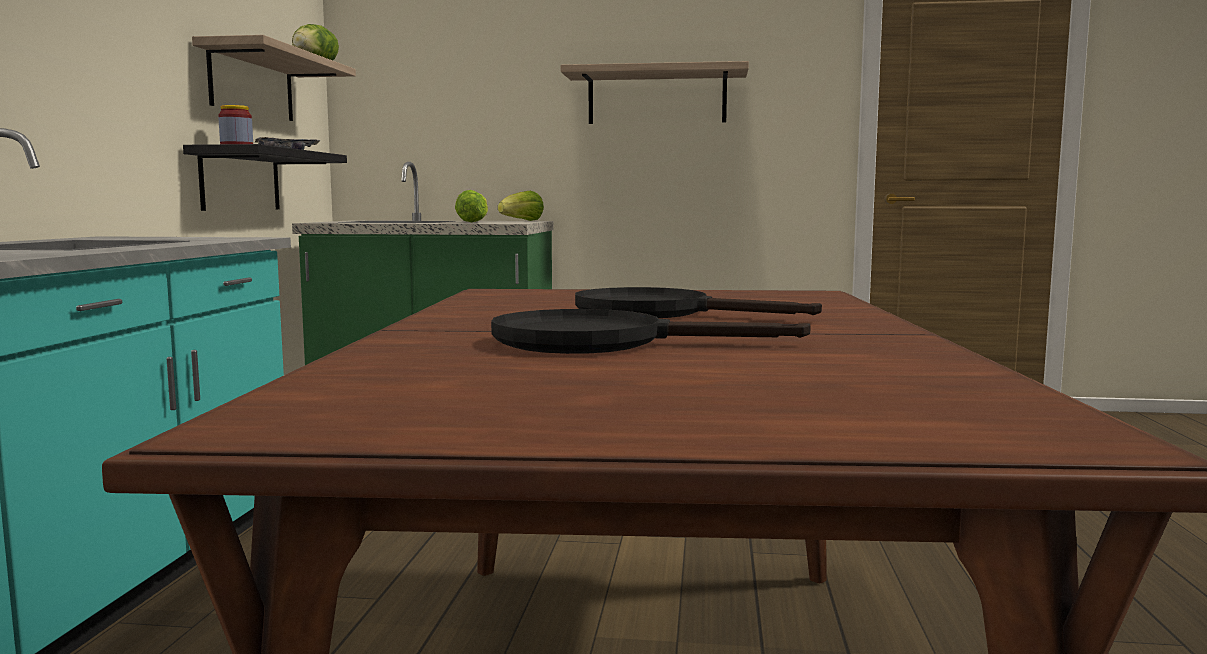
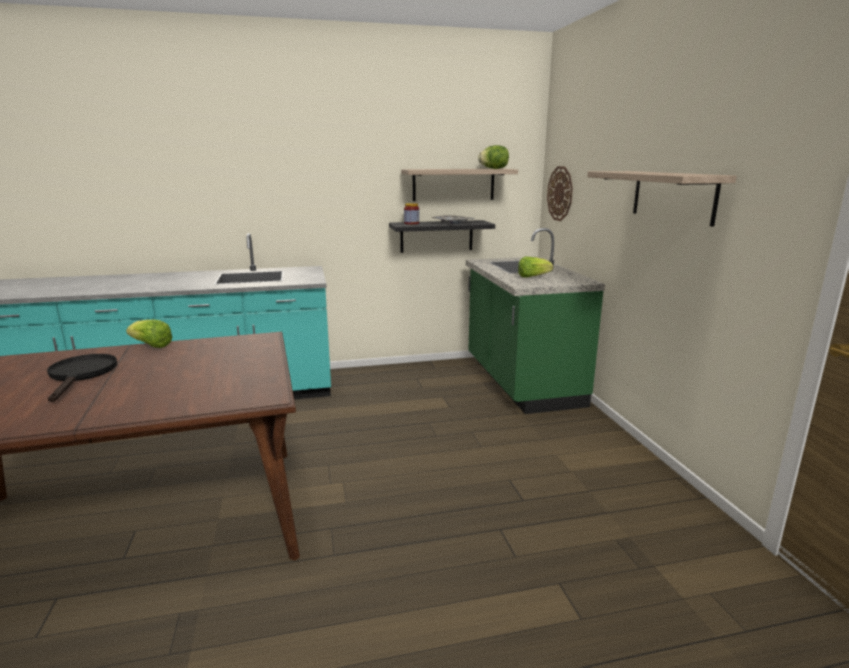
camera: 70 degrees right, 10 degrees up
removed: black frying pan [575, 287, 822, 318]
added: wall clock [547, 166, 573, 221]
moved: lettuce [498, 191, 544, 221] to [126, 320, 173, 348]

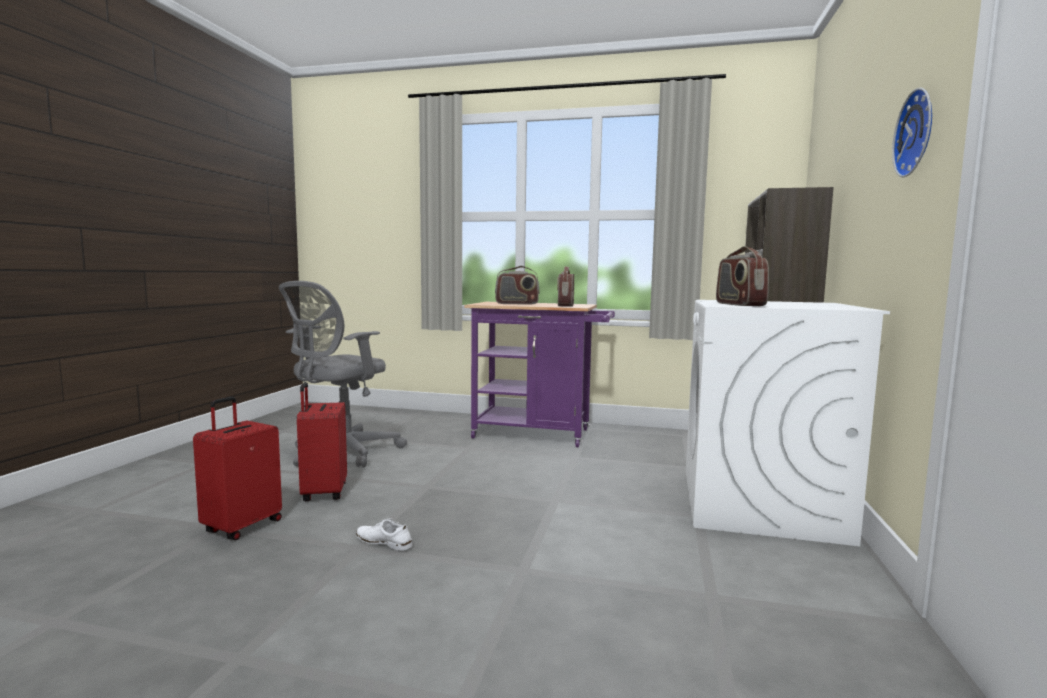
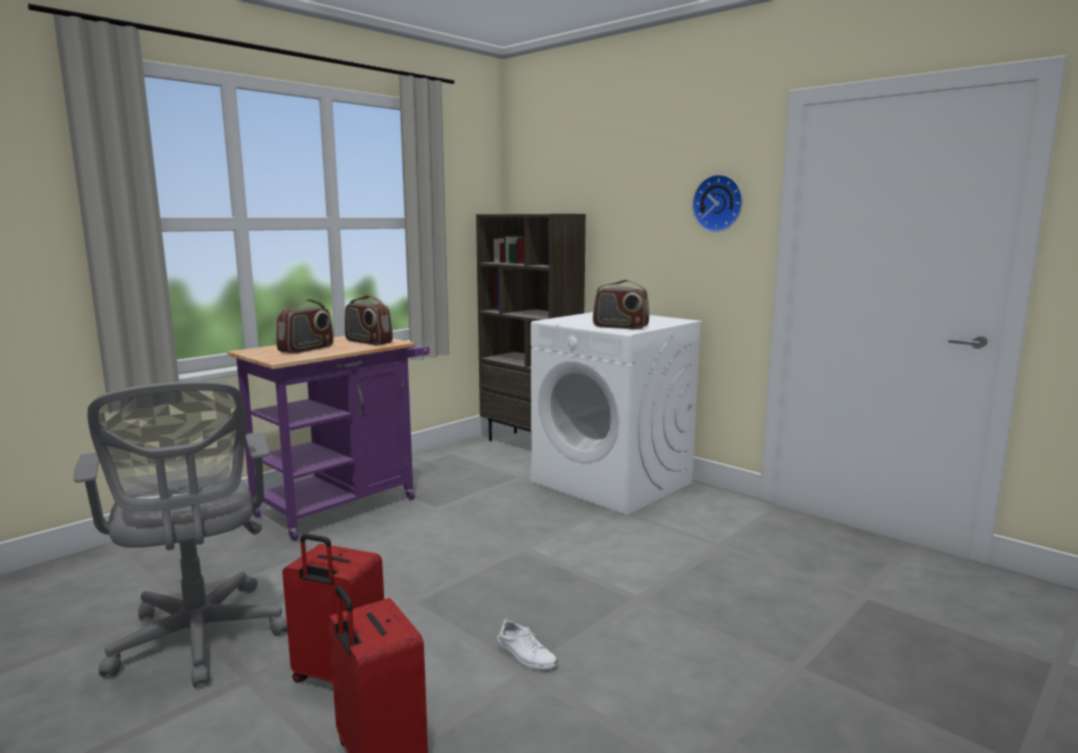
camera: 60 degrees left, 5 degrees up
turned: white shoe [356, 518, 412, 551] = [497, 619, 558, 670] 105 degrees counterclockwise

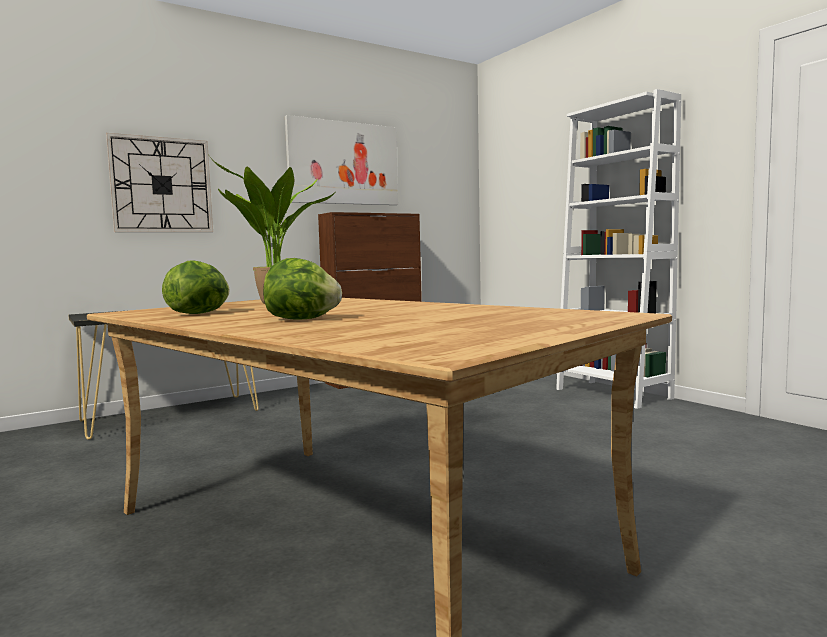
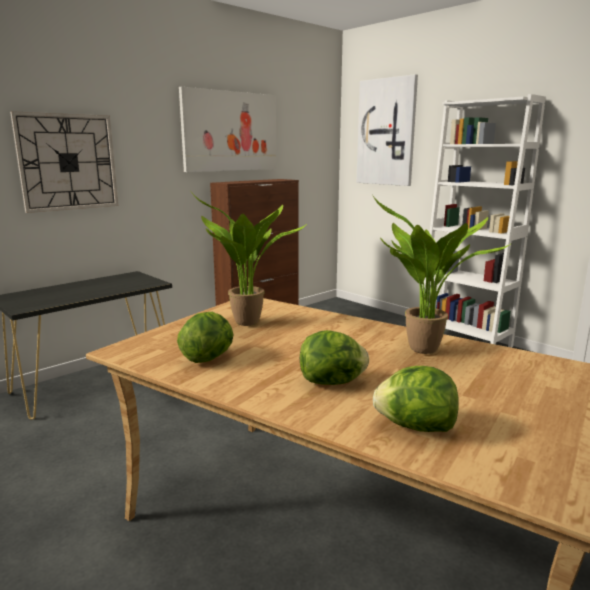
camera: 10 degrees left, 10 degrees up
added: picture [356, 74, 418, 186]; potted plant [372, 195, 512, 354]; lettuce [373, 366, 459, 432]

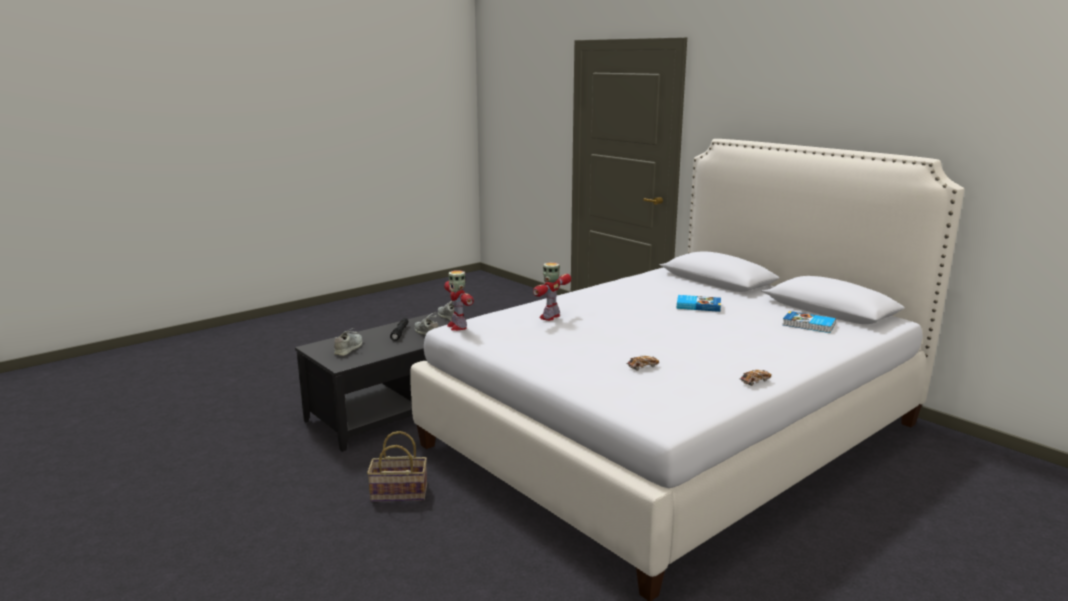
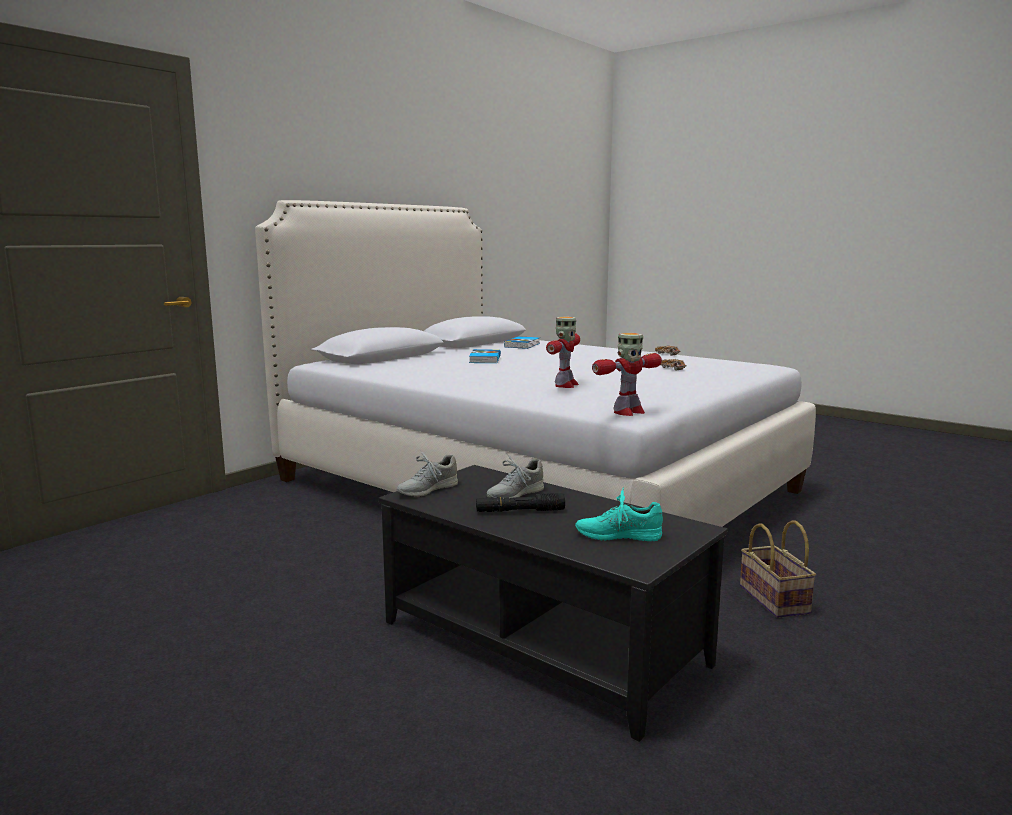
camera: 100 degrees left, 5 degrees down
recoloured: grey shoe [334, 328, 362, 356] to turquoise shoe [575, 487, 663, 541]
turned: toy robot [533, 263, 571, 321] = [546, 317, 580, 388] 90 degrees counterclockwise

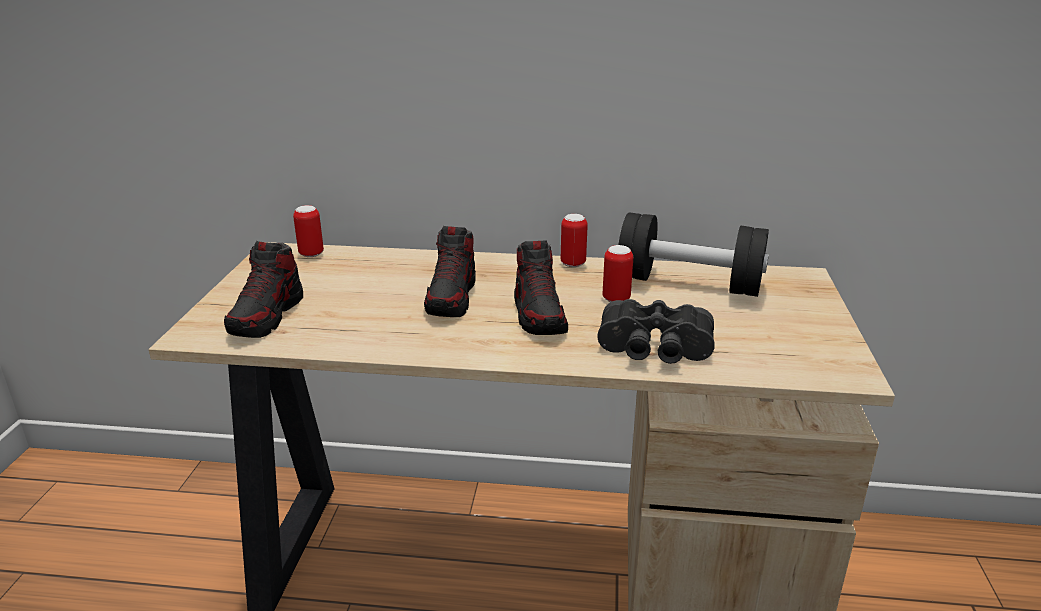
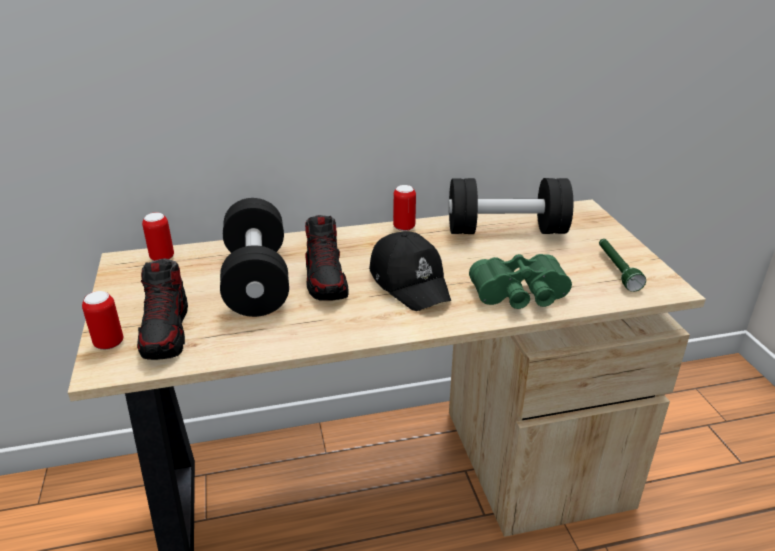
camera: 20 degrees left, 5 degrees up
added: black dumbbell [220, 198, 289, 317]; green flashlight [599, 239, 646, 292]
moved: can [602, 245, 633, 302] to [82, 291, 123, 350]
replaced: shoe [514, 240, 568, 335] to black cap [369, 231, 451, 311]
recoloured: black binoculars [597, 299, 715, 364] to green binoculars [469, 254, 572, 309]

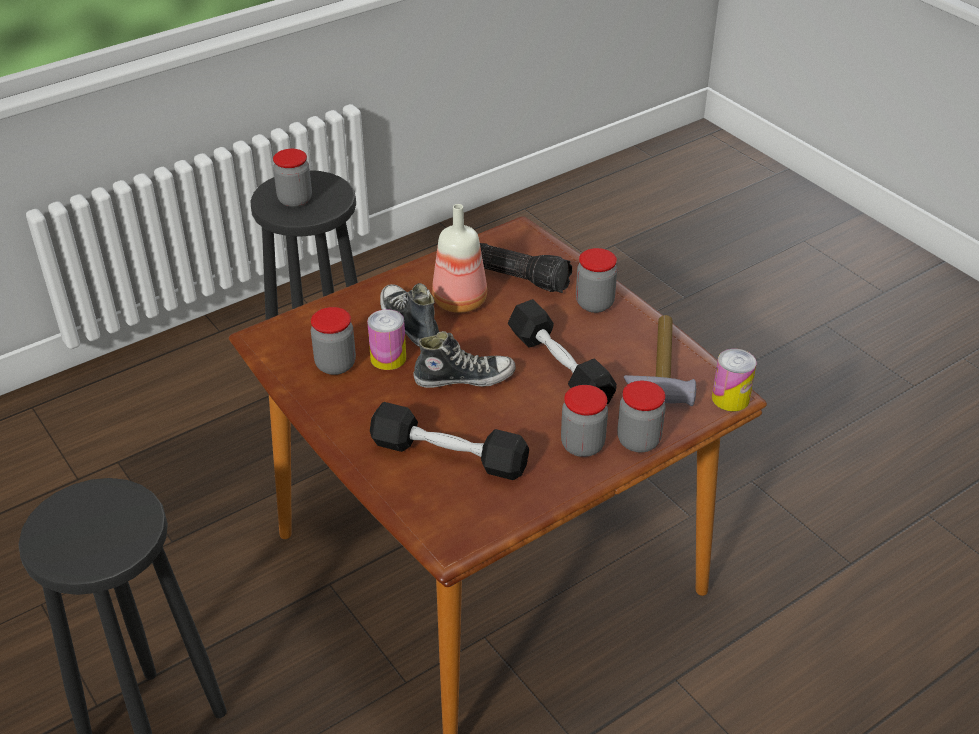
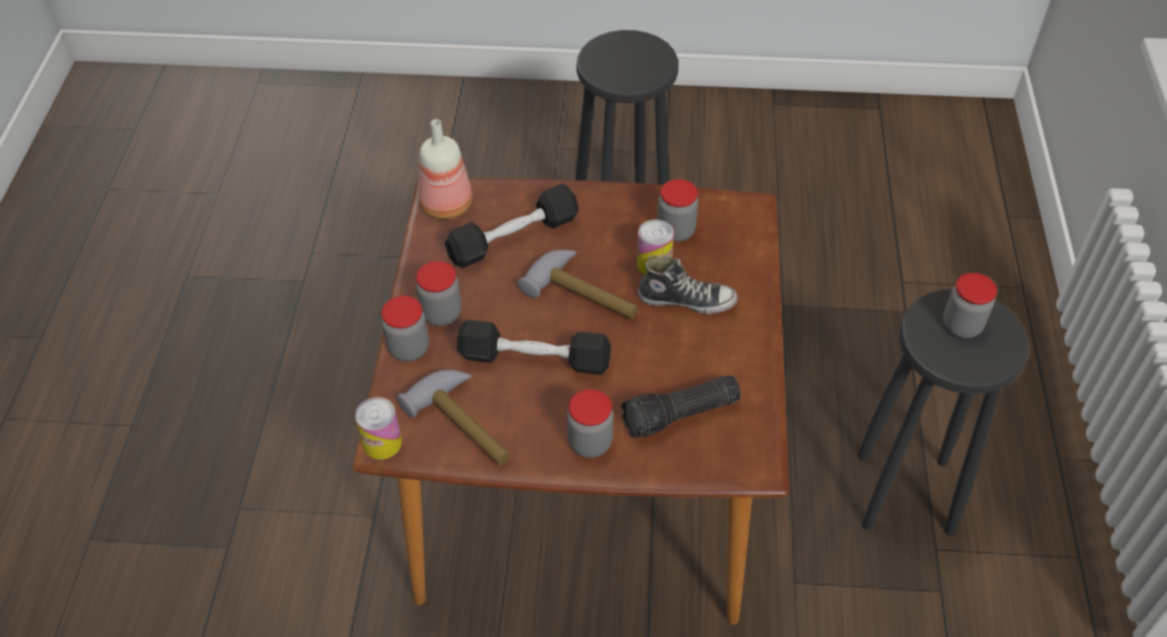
camera: 130 degrees right, 10 degrees up
moved: bottle [432, 204, 487, 313] to [418, 119, 472, 219]
replaced: shoe [413, 331, 516, 388] to hammer [517, 250, 638, 319]

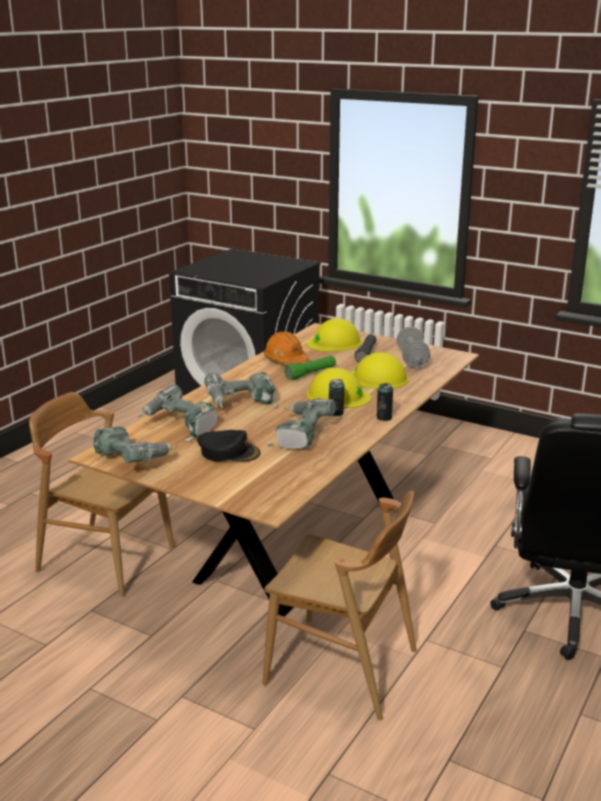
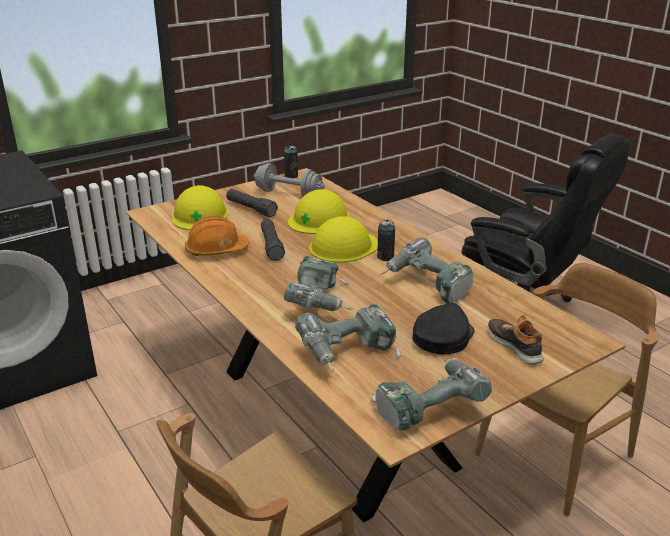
camera: 65 degrees left, 5 degrees up
added: shoe [488, 315, 544, 365]
moved: can [377, 383, 393, 421] to [284, 146, 298, 178]
recoloured: green flashlight [284, 356, 336, 380] to black flashlight [261, 219, 285, 261]

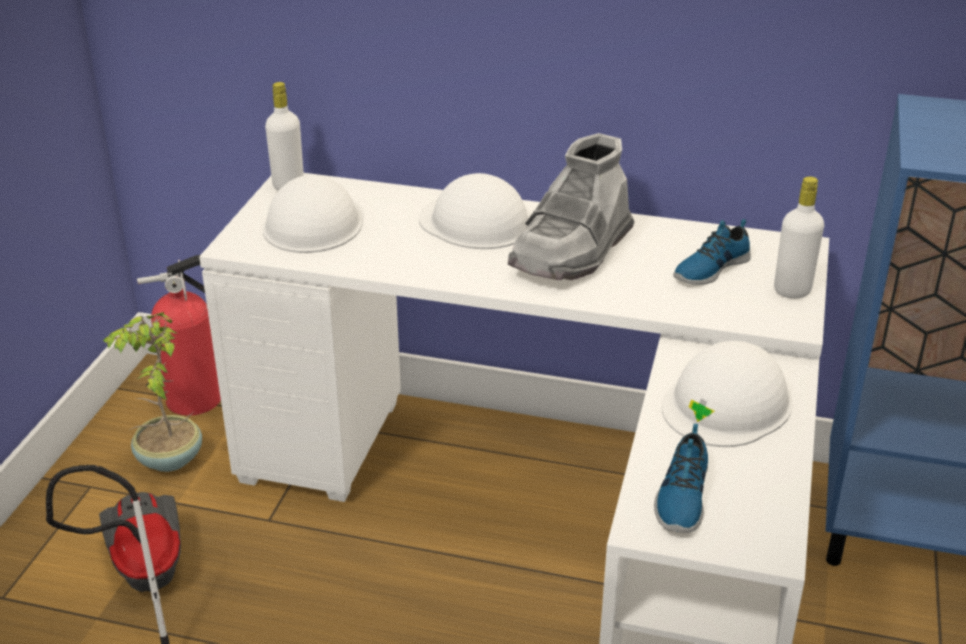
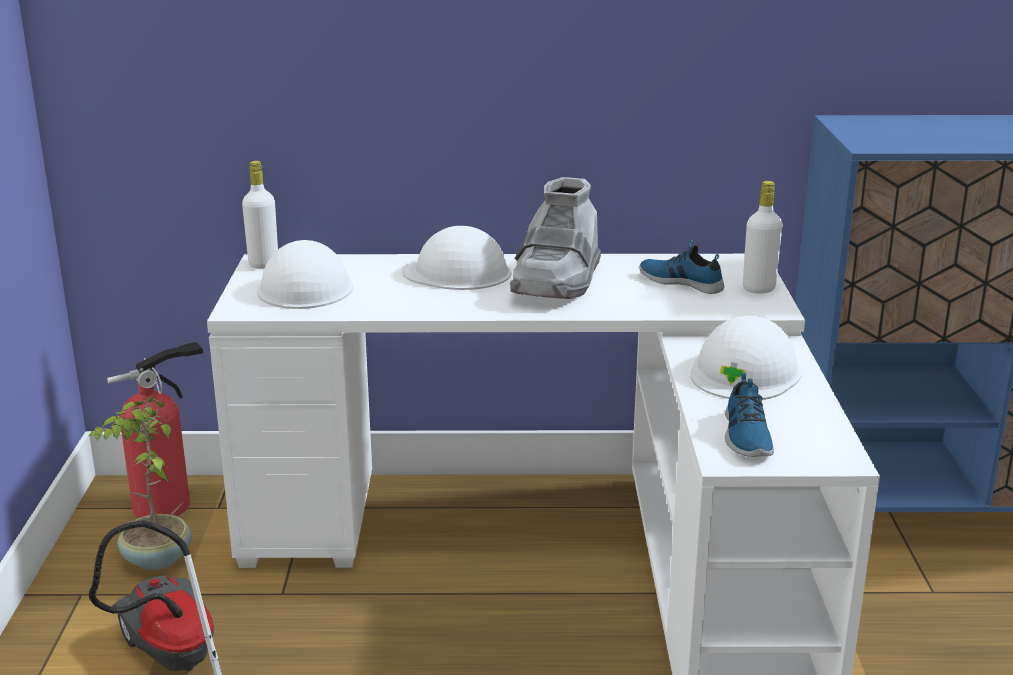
camera: 15 degrees left, 10 degrees down
turned: shoe [673, 219, 751, 285] = [639, 239, 724, 294] 90 degrees clockwise

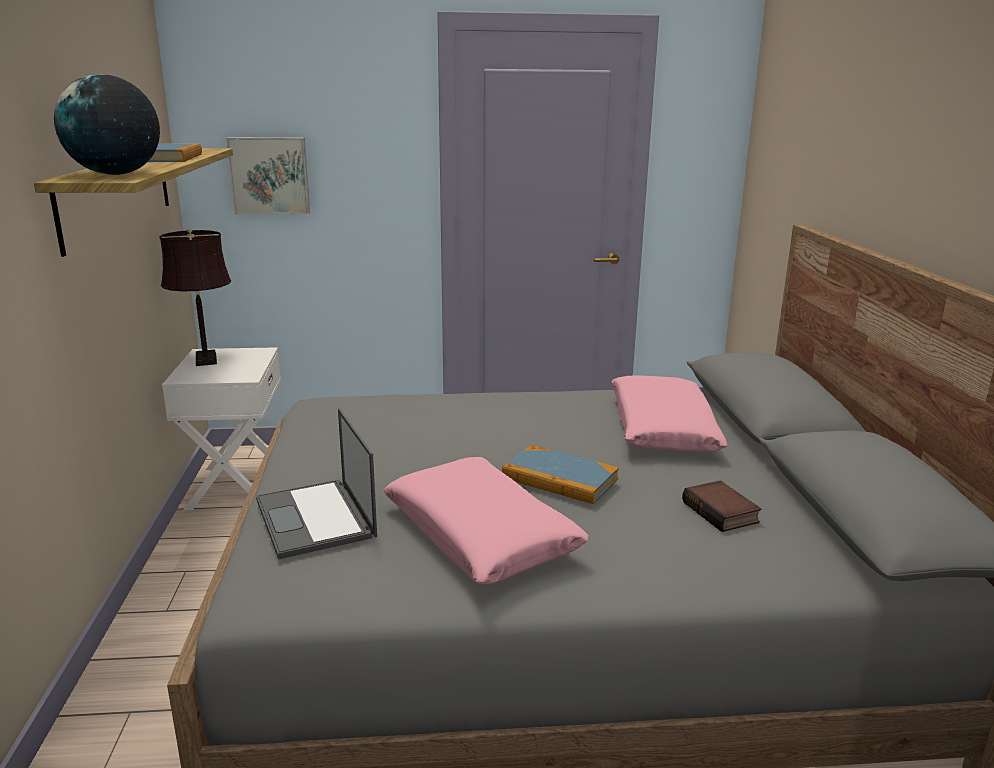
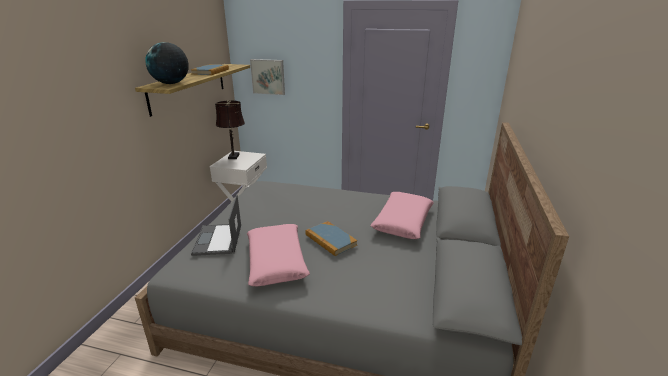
camera: 20 degrees right, 5 degrees up
removed: book [682, 480, 761, 532]

